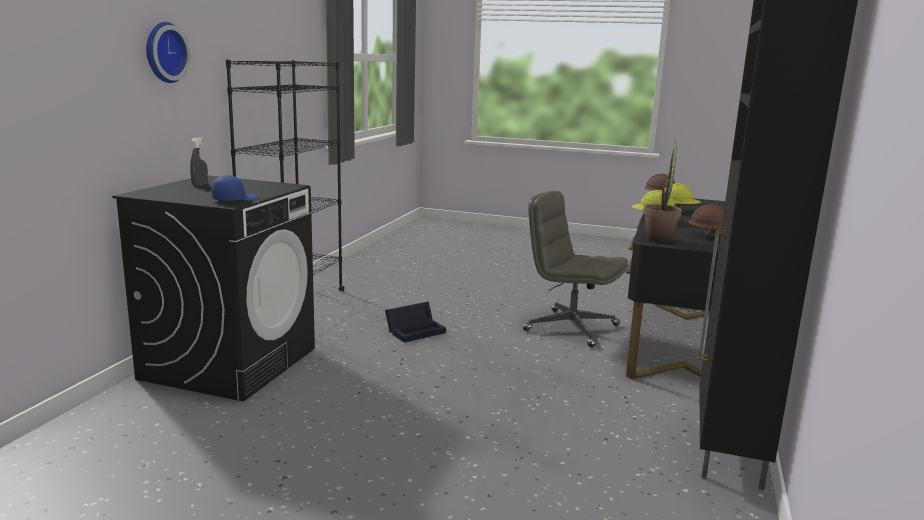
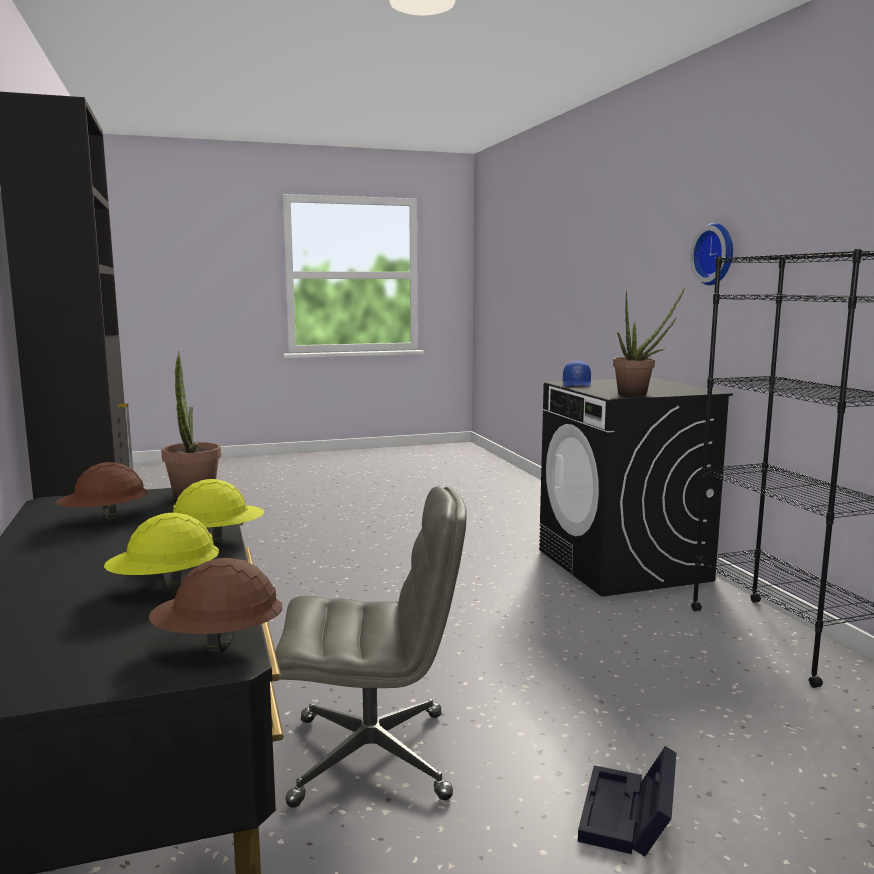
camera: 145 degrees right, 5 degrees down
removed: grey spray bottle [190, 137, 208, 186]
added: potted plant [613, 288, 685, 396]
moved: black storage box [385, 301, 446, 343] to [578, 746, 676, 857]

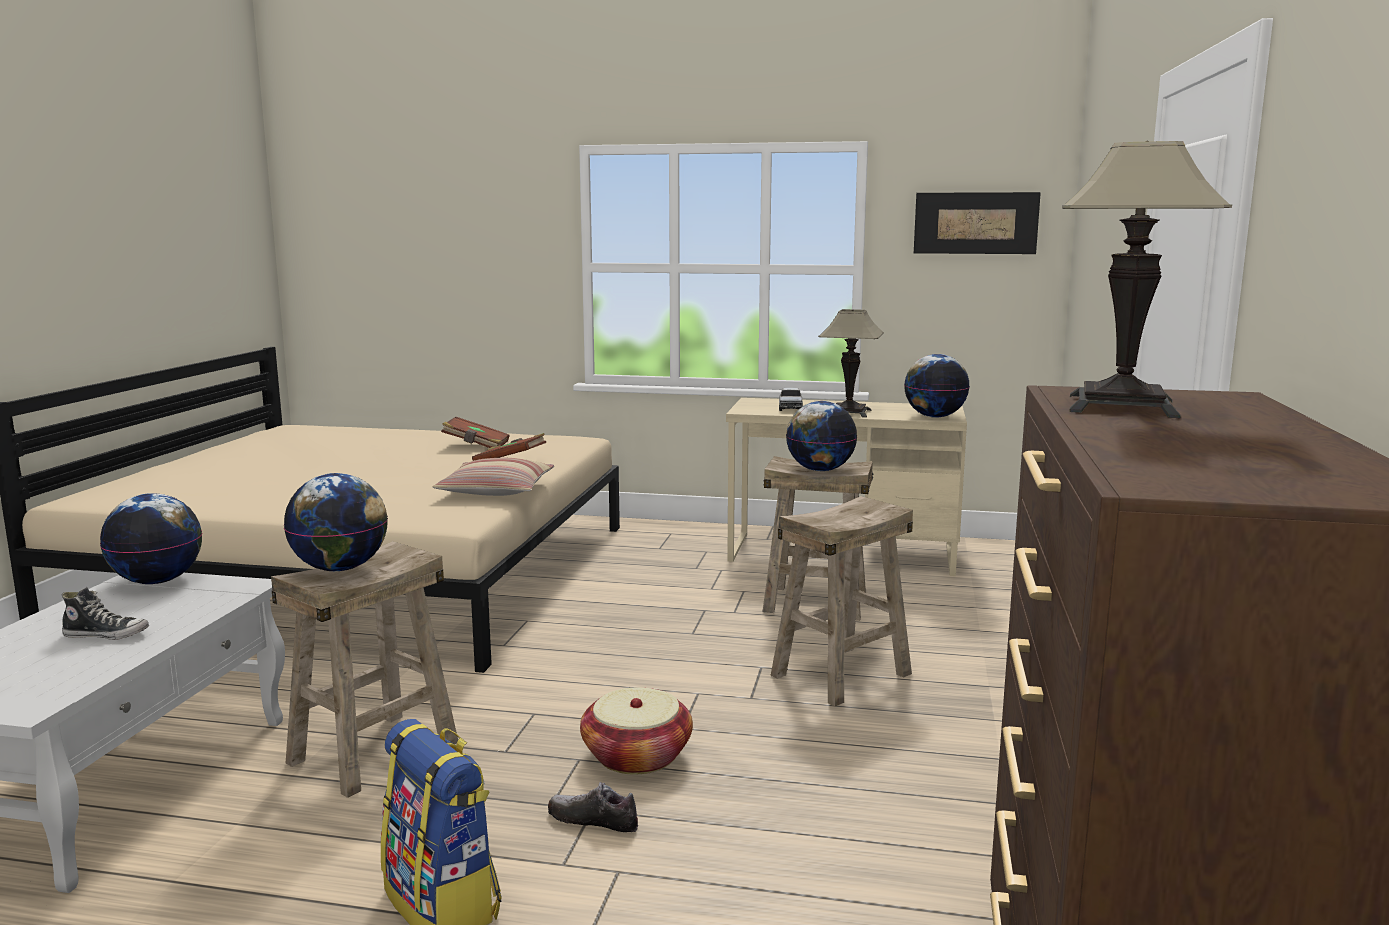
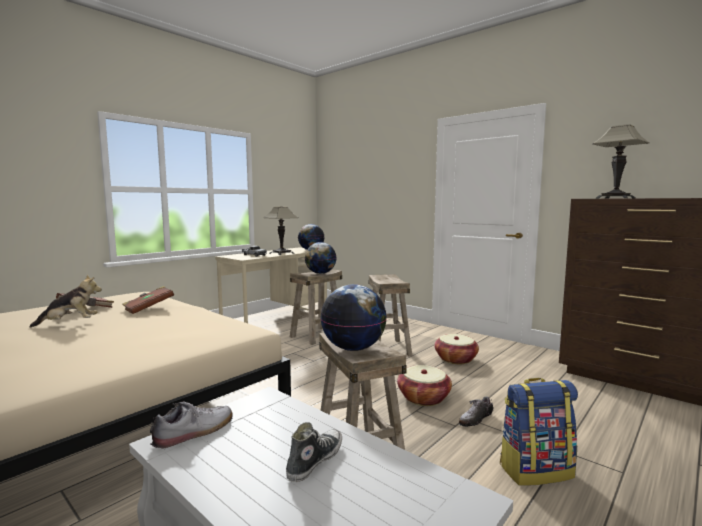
camera: 60 degrees left, 5 degrees down
removed: pillow [432, 458, 554, 496]; picture [914, 192, 1041, 254]
added: plush toy [29, 275, 102, 328]; basket [434, 334, 479, 364]
replaced: globe [100, 493, 202, 584] to shoe [150, 401, 233, 449]

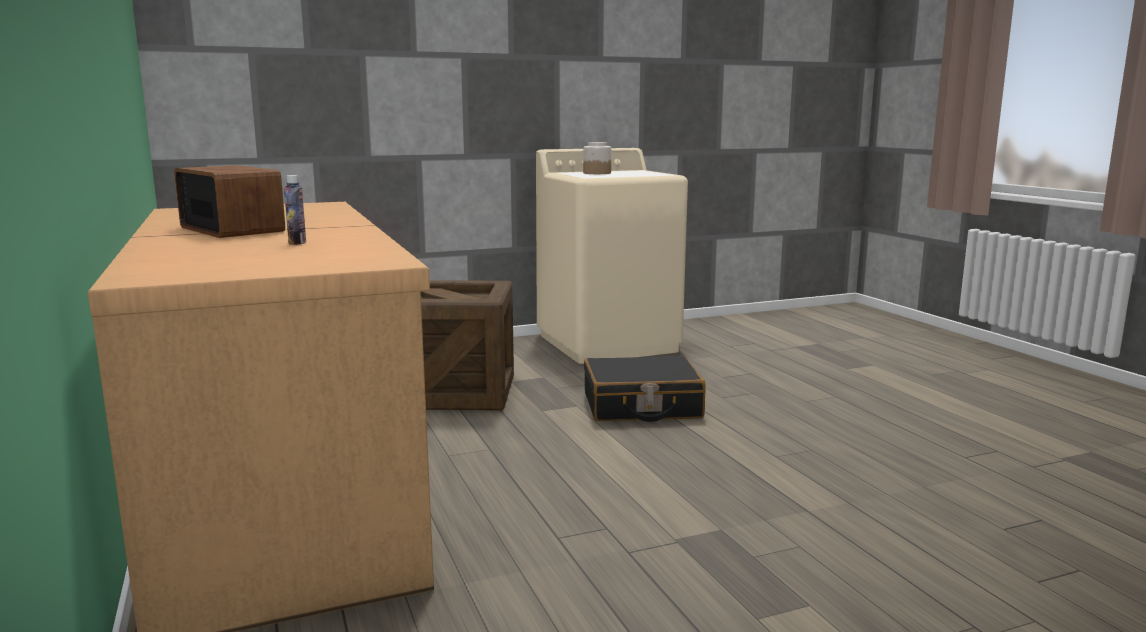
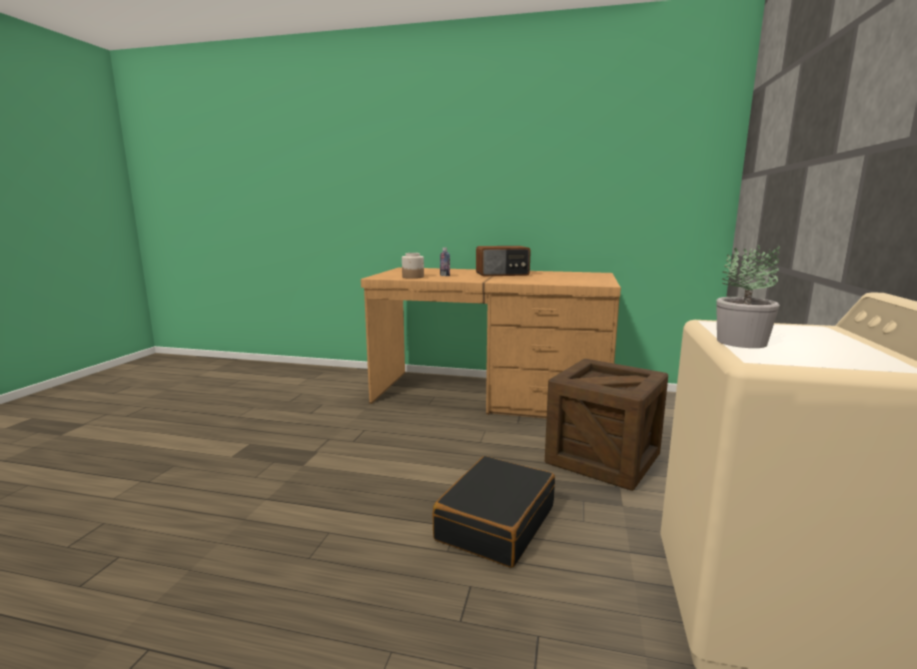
camera: 125 degrees right, 0 degrees up
added: potted plant [716, 245, 780, 348]
moved: jar [583, 142, 611, 174] to [402, 253, 424, 279]

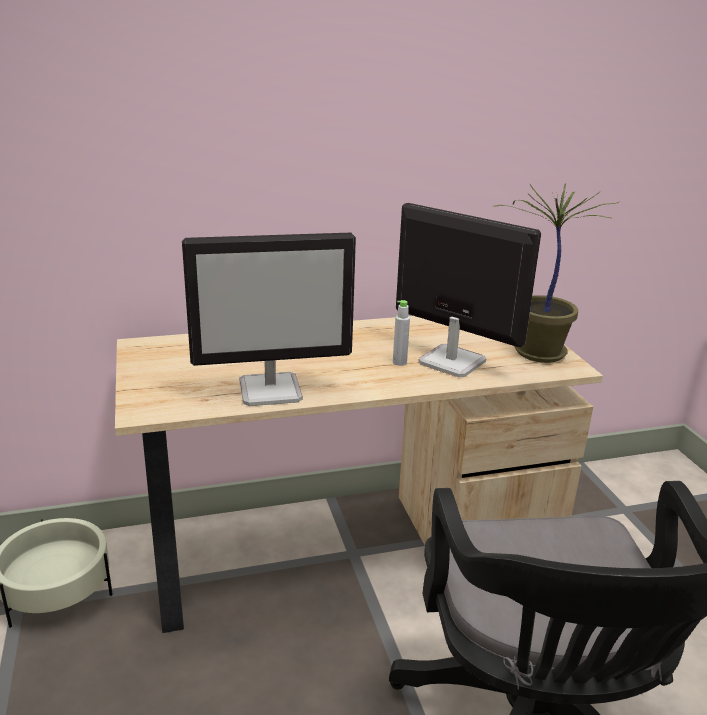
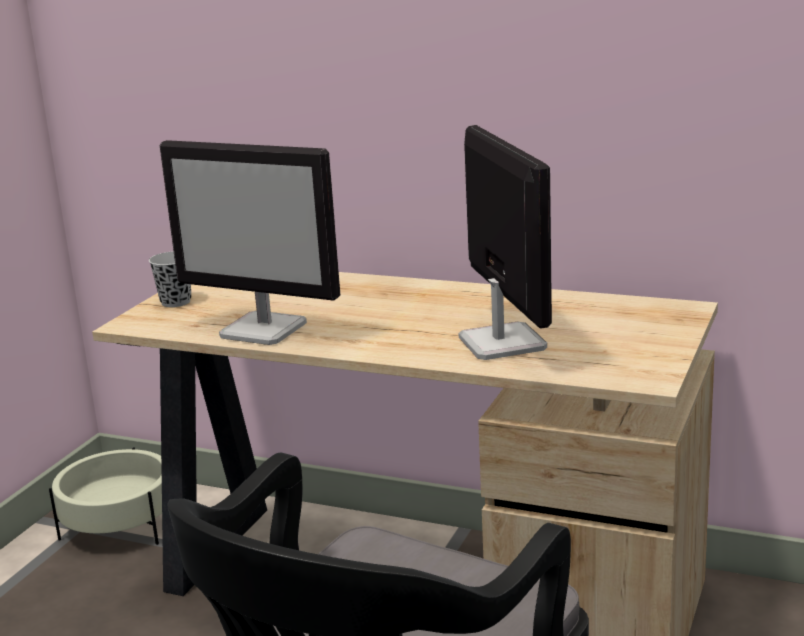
camera: 40 degrees right, 5 degrees down
removed: grey bottle [393, 300, 410, 366]; potted plant [492, 183, 621, 363]
added: black cup [149, 251, 191, 307]

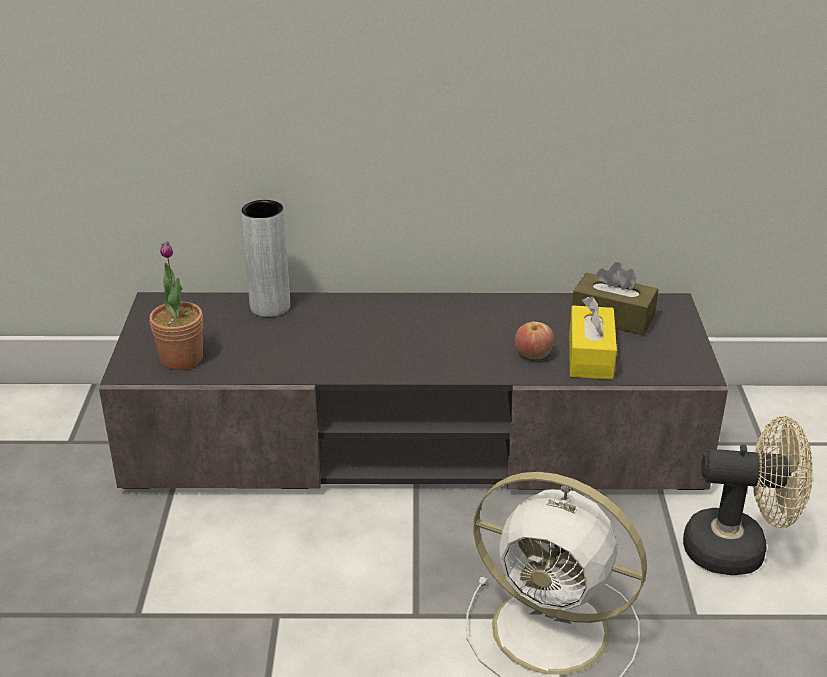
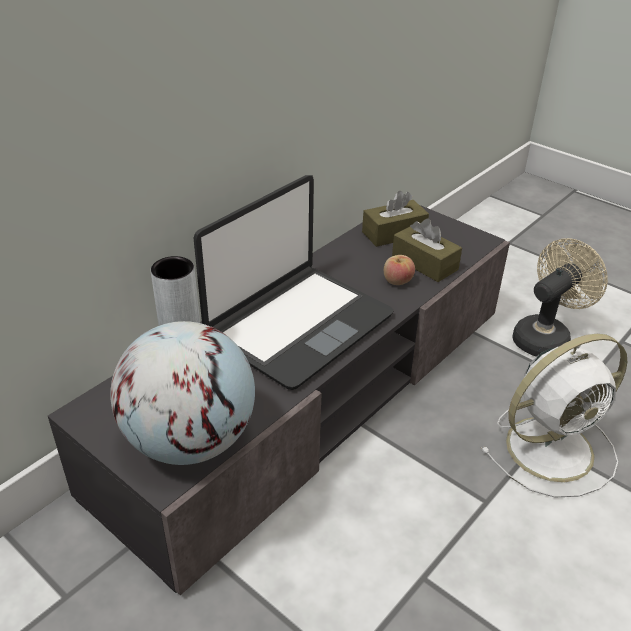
camera: 50 degrees left, 5 degrees up
added: laptop [193, 175, 394, 390]
replaced: potted plant [149, 241, 203, 370] to globe [110, 321, 255, 465]
recoloured: yellow tissue box [569, 296, 617, 380] to brown tissue box [392, 219, 462, 282]

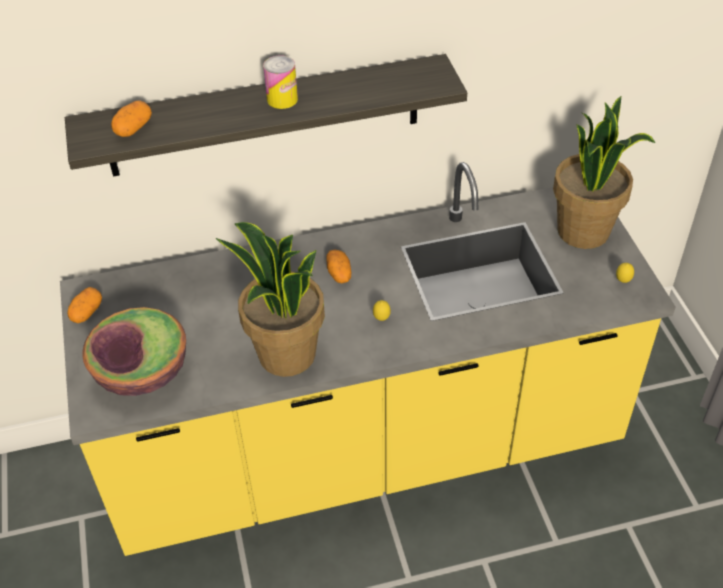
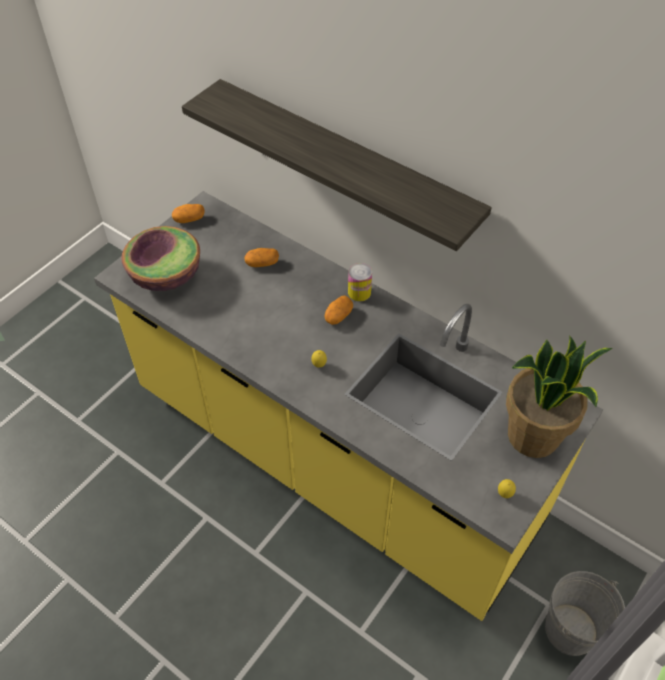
camera: 50 degrees right, 5 degrees up
removed: potted plant [216, 222, 325, 377]
added: grey bucket [545, 571, 625, 656]
moved: potato [111, 100, 152, 137] to [245, 248, 279, 267]; can [263, 55, 298, 109] to [348, 263, 372, 301]

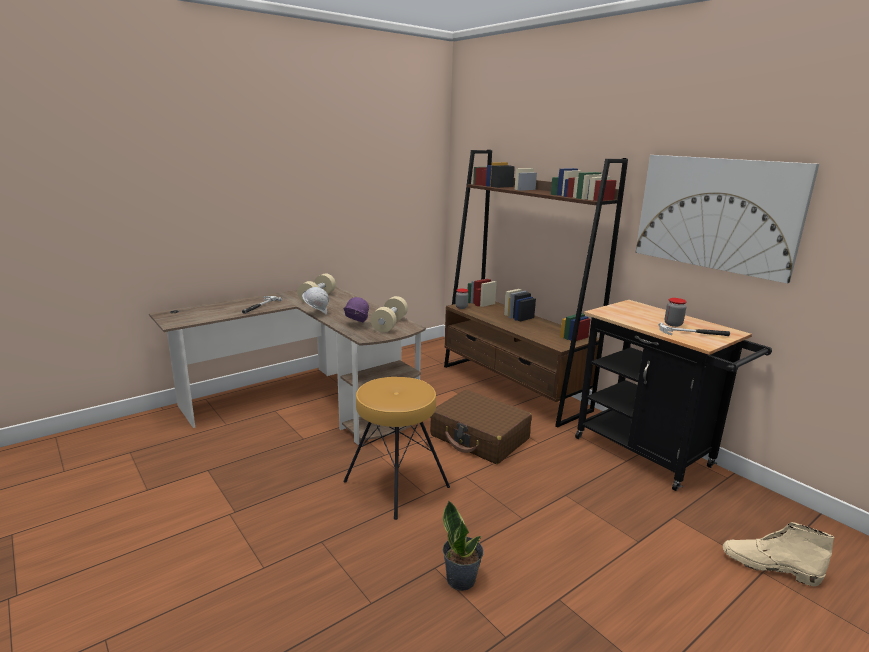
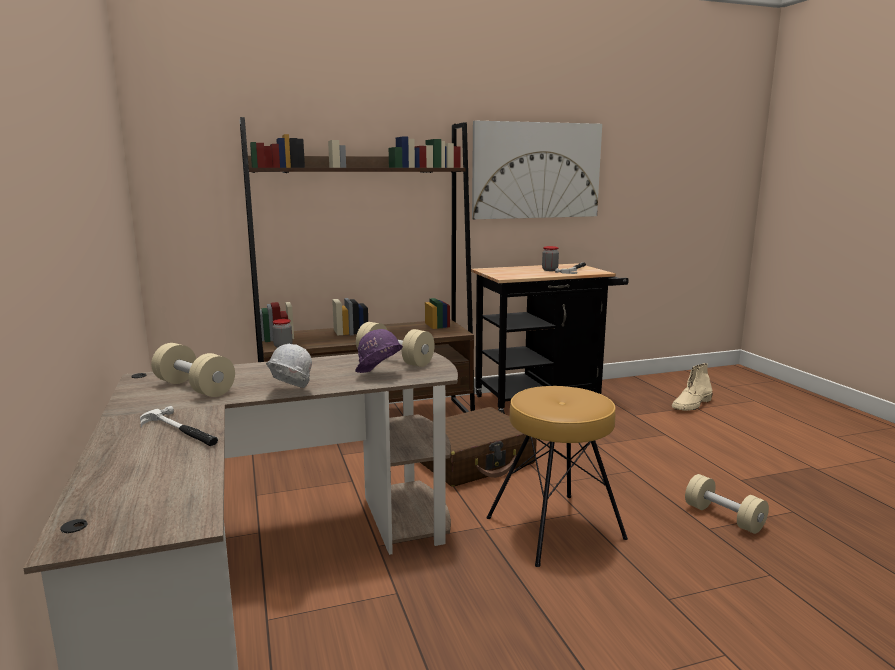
camera: 70 degrees left, 5 degrees down
replaced: potted plant [443, 501, 484, 591] to beige dumbbell [685, 474, 769, 534]

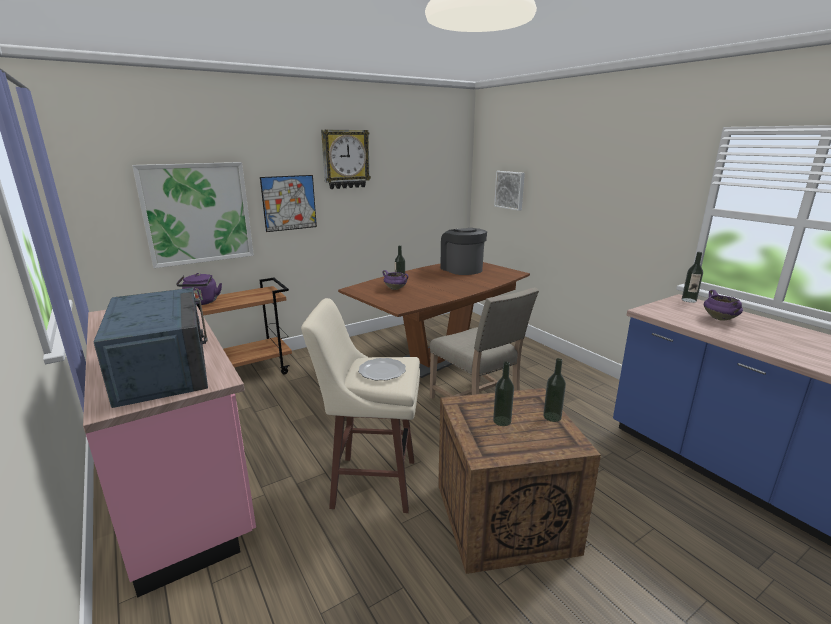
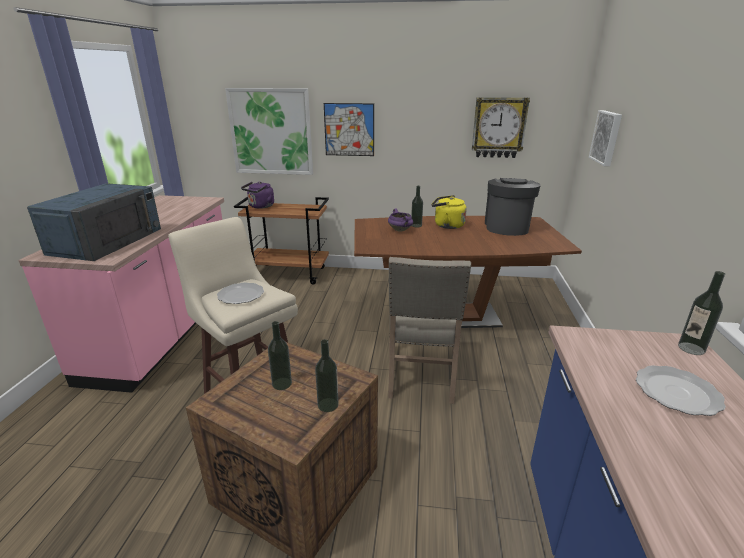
camera: 40 degrees right, 5 degrees up
added: yellow kettle [432, 195, 467, 229]
moved: wall clock [321, 130, 371, 189] to [472, 97, 530, 158]
replaced: purple cooking pot [704, 290, 743, 321] to plate [636, 365, 726, 416]

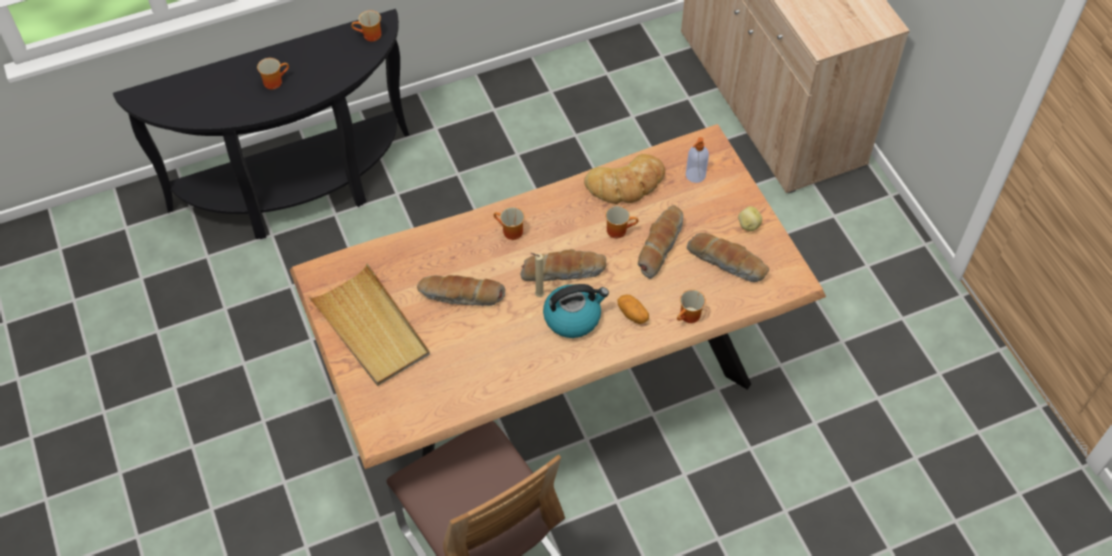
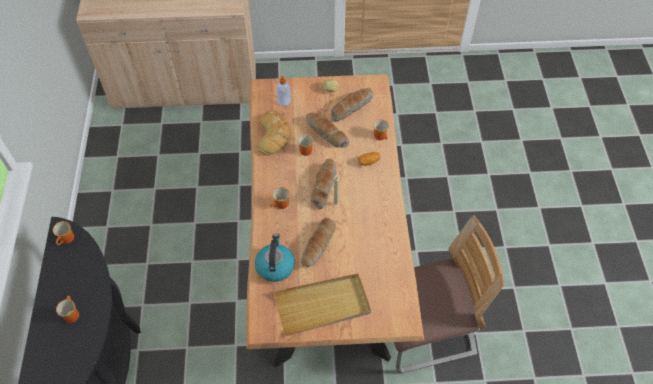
camera: 70 degrees left, 0 degrees up
moved: kettle [543, 284, 609, 338] to [255, 234, 295, 282]

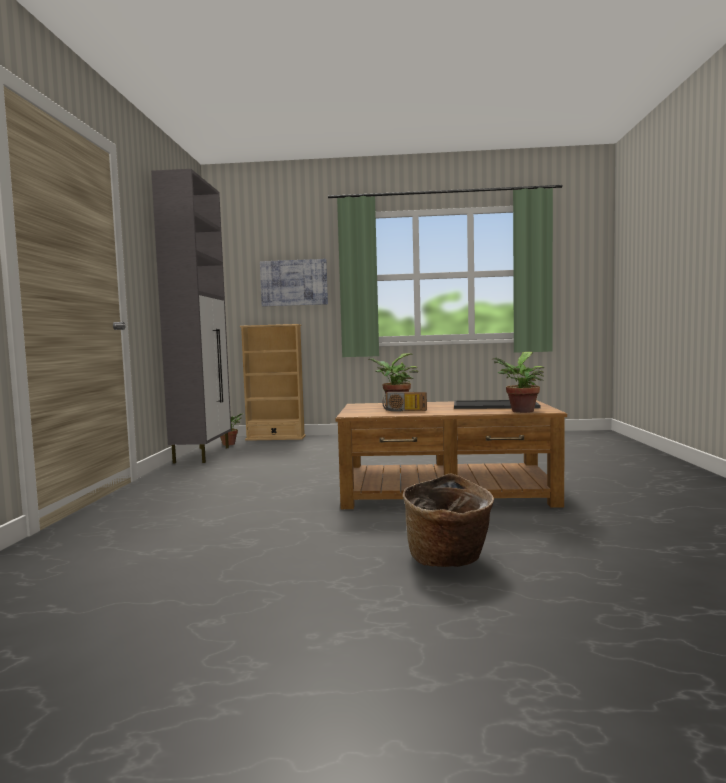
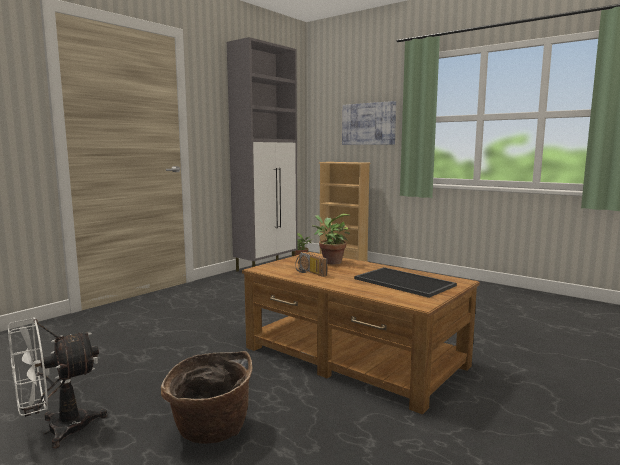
camera: 35 degrees right, 5 degrees up
removed: potted plant [491, 352, 544, 413]
added: white fan [8, 317, 107, 449]

